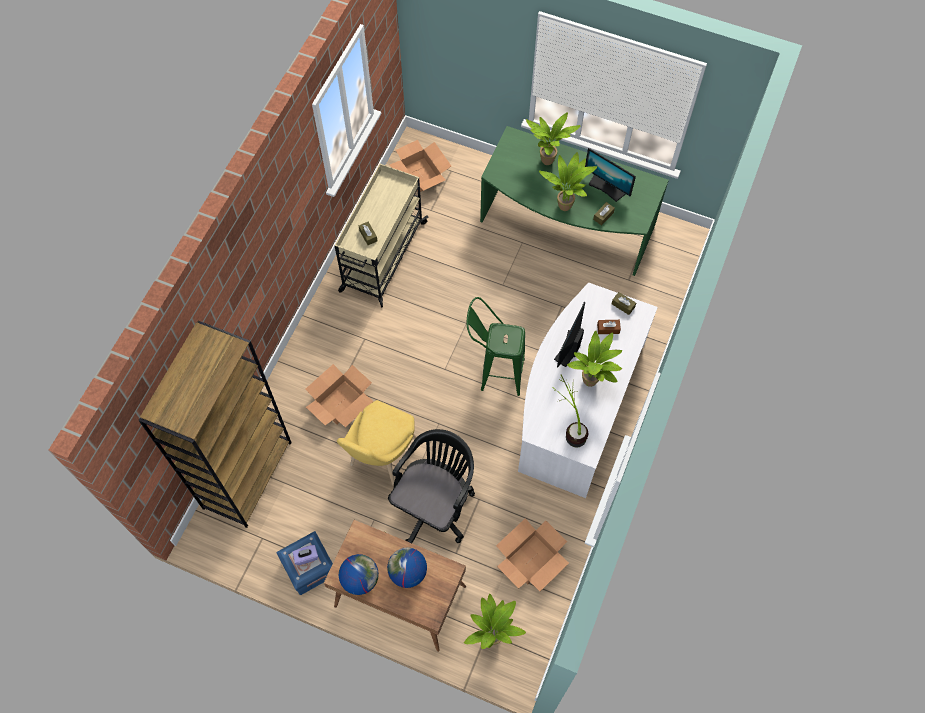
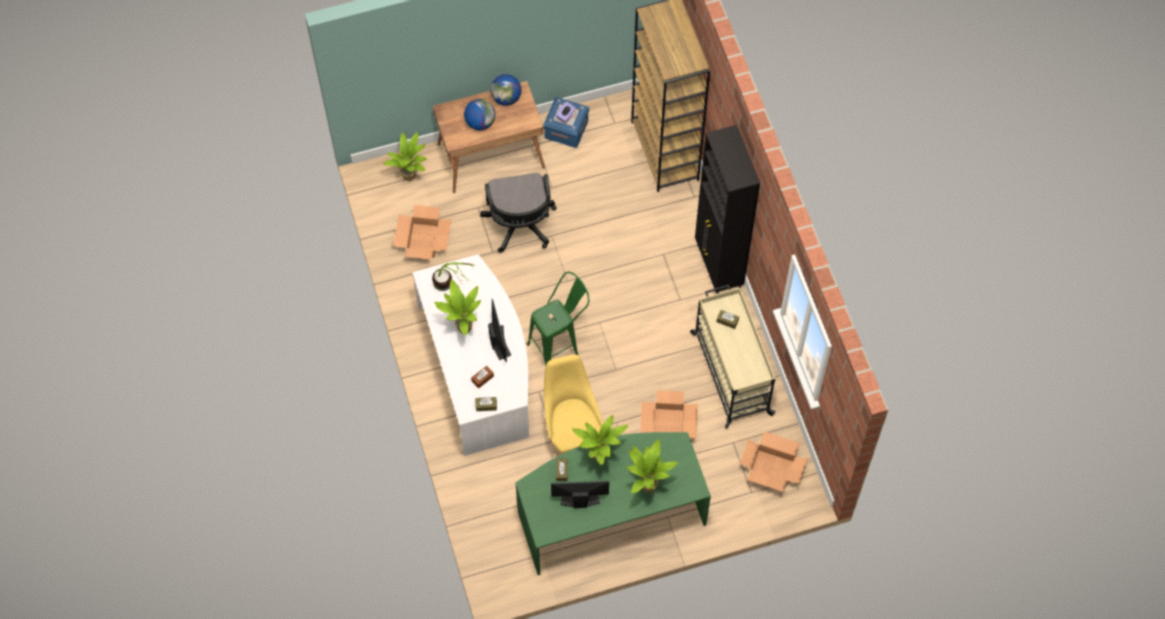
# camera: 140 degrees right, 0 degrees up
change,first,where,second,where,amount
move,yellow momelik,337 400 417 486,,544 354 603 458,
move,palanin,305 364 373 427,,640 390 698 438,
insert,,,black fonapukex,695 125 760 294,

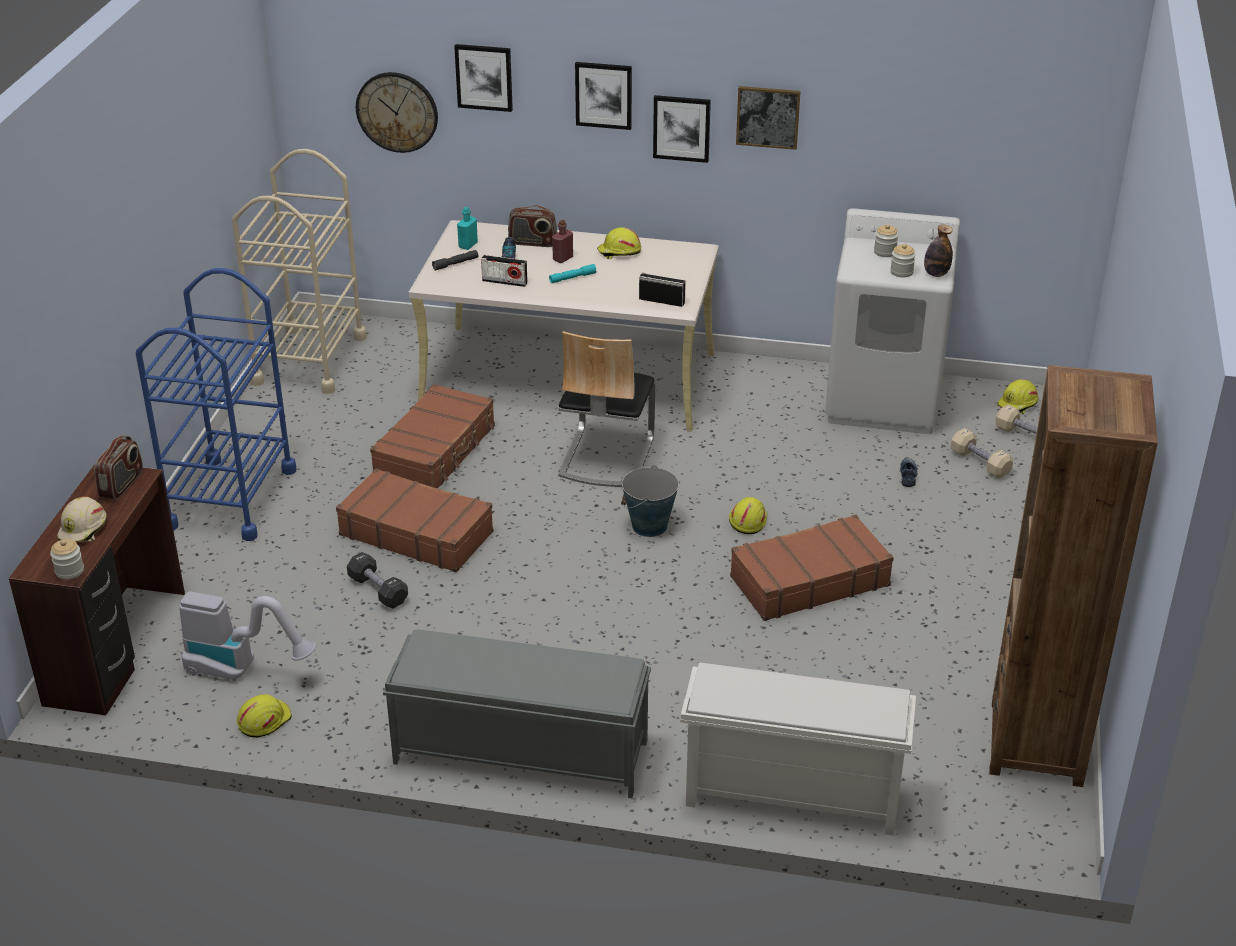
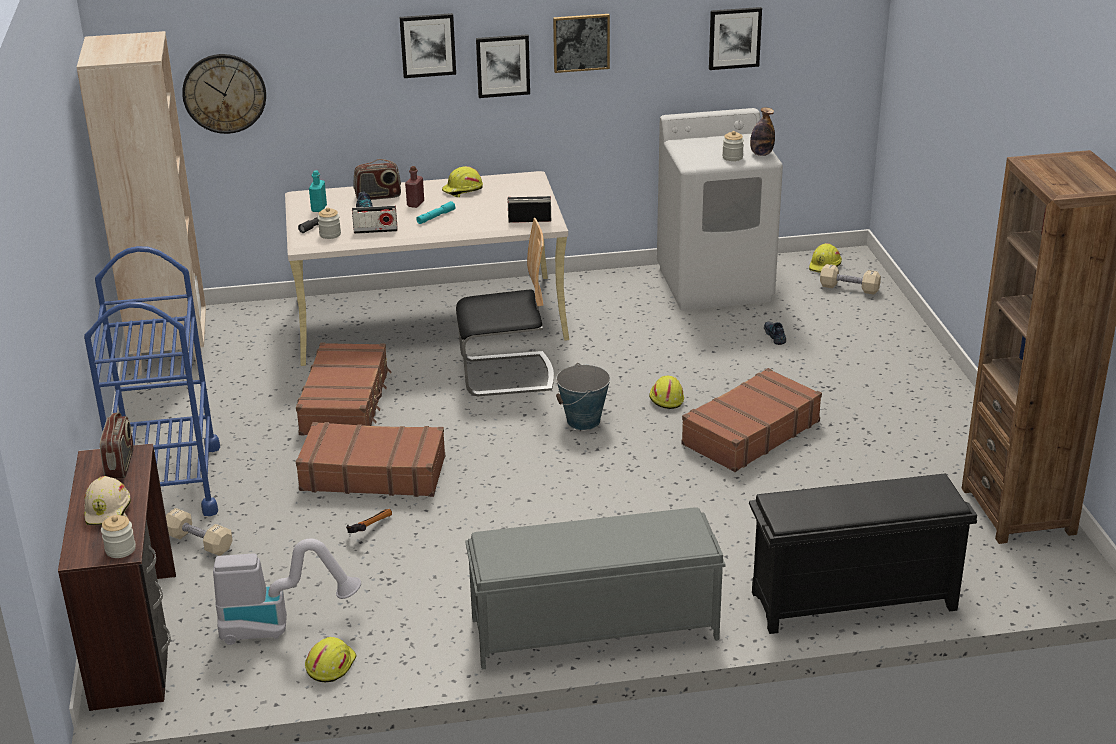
# camera: 20 degrees left, 5 degrees down
change,first,where,second,where,amount
replace,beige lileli,232 149 367 394,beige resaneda,77 31 206 376,
move,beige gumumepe,951 428 1013 479,,166 508 232 556,
move,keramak,874 224 898 257,,318 207 341 239,
replace,black gumumepe,347 552 408 609,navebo,346 509 392 533,
rotate,momelik,558 331 655 487,,456 218 554 396,90 degrees counterclockwise
move,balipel,454 44 513 112,,709 7 762 70,
recolor,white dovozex,680 663 916 836,black dovozex,749 474 977 634,

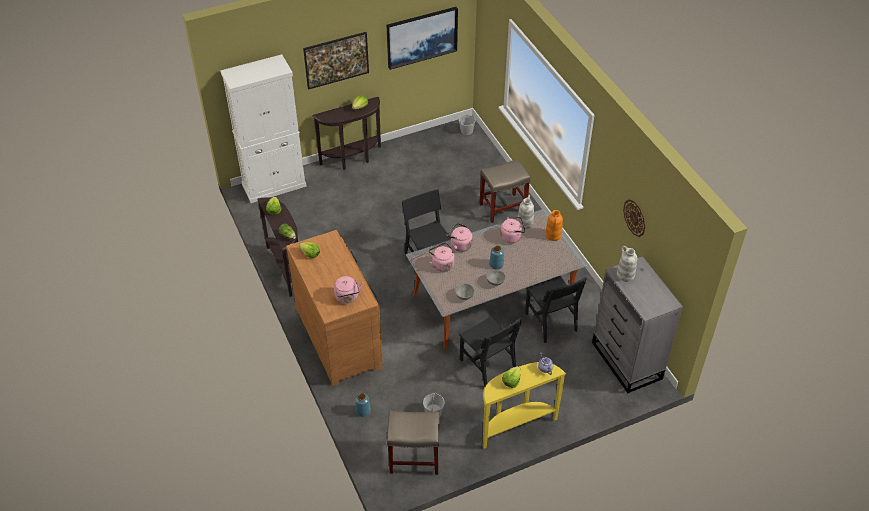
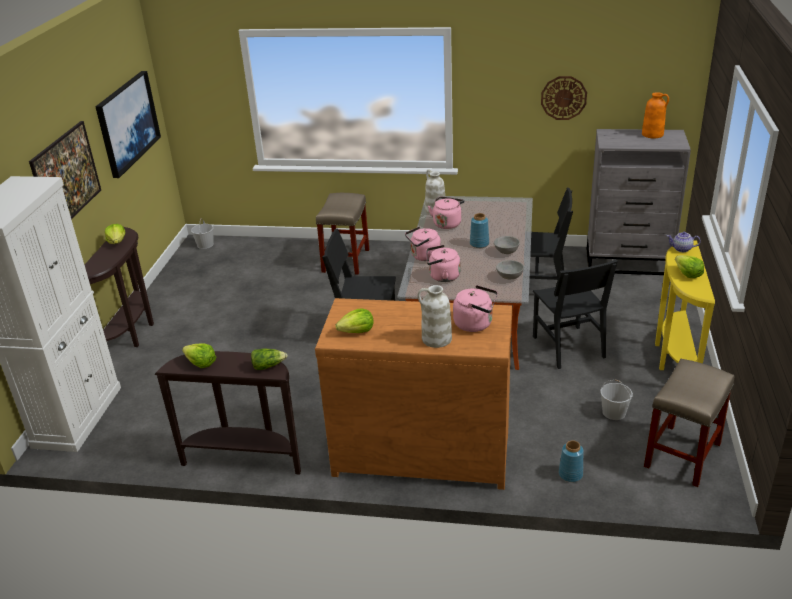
# camera: 55 degrees left, 15 degrees down
change,first,where,second,where,amount
move,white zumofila,617 246 637 282,,418 285 452 348,
rotate,black momelik,459 316 522 387,,533 260 618 369,75 degrees clockwise
move,orange zumofila,545 210 563 241,,642 92 669 138,

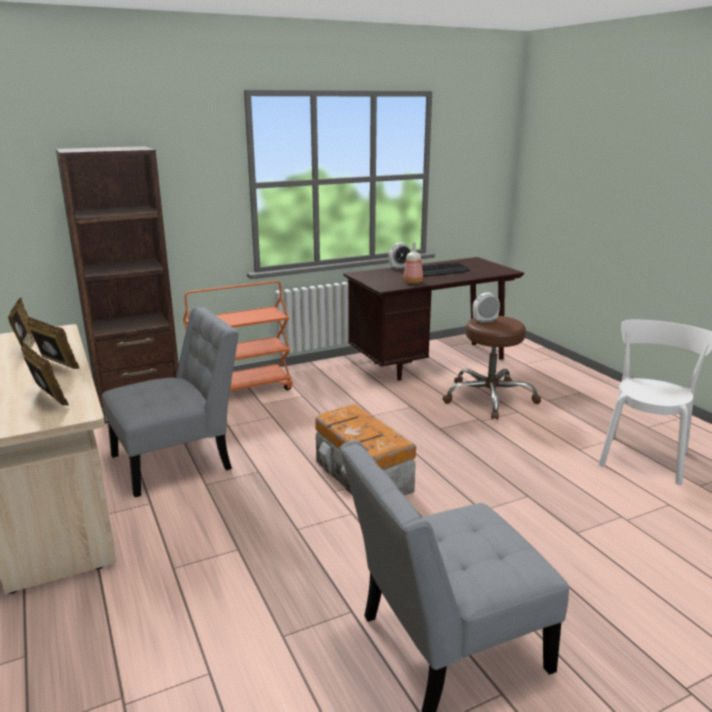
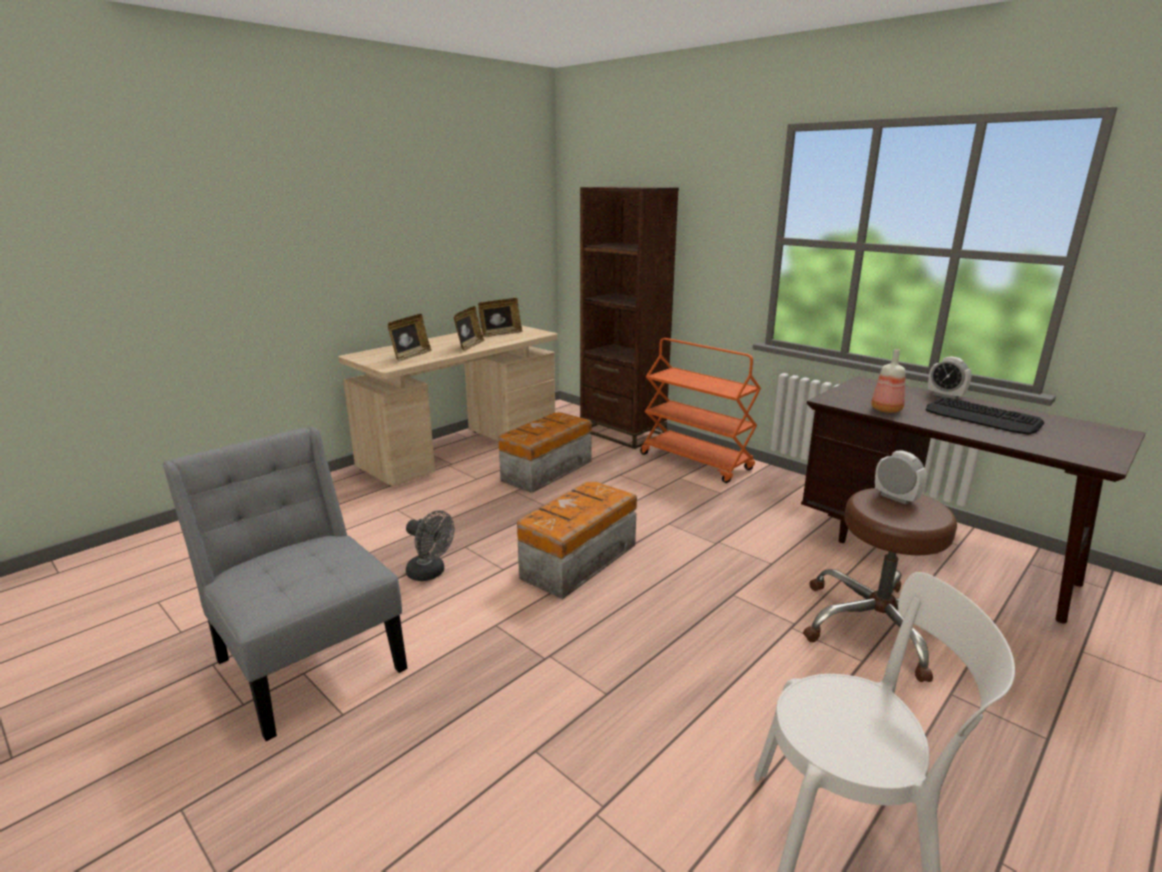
# camera: 70 degrees right, 0 degrees up
change,first,where,second,where,amount
insert,,,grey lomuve,406 510 454 581,
replace,grey momelik,102 306 239 497,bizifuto,498 412 592 493,

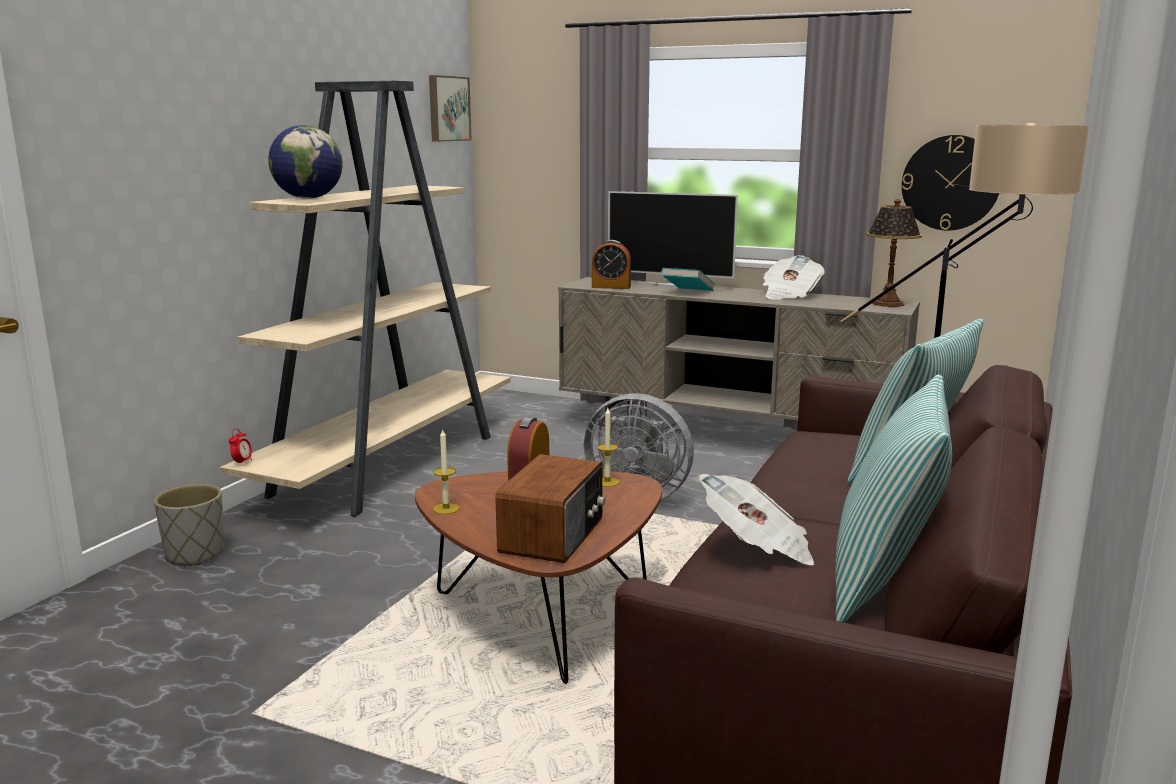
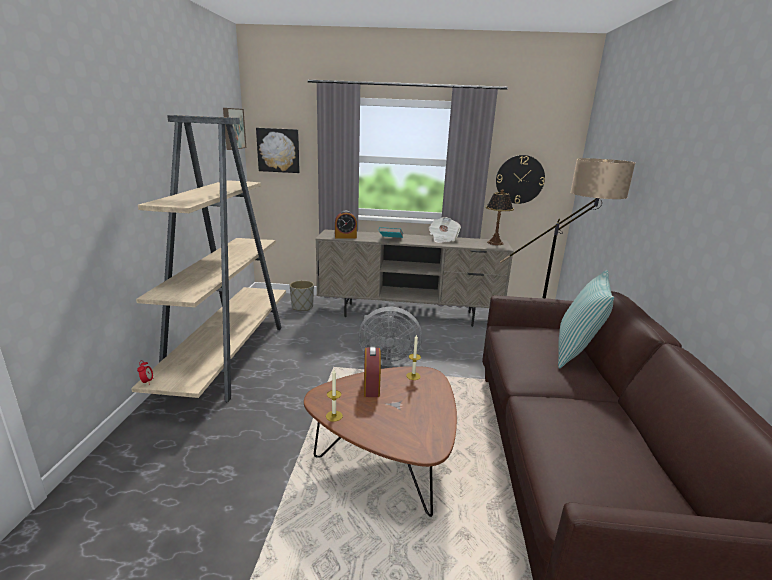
# camera: 20 degrees left, 5 degrees up
change,first,where,second,where,amount
insert,,,balipel,256 128 300 173,
move,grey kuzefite,154 484 224 565,,290 281 314 311,
delete,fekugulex,268 125 342 199,,,
delete,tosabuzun,495 454 605 563,,,
delete,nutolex,608 191 738 286,,,
delete,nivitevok,699 474 815 565,,,
delete,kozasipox,835 374 952 623,,,

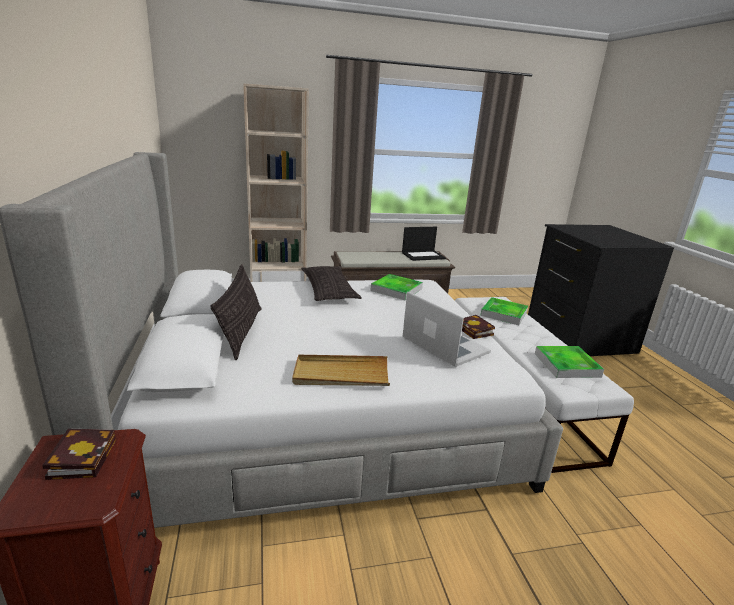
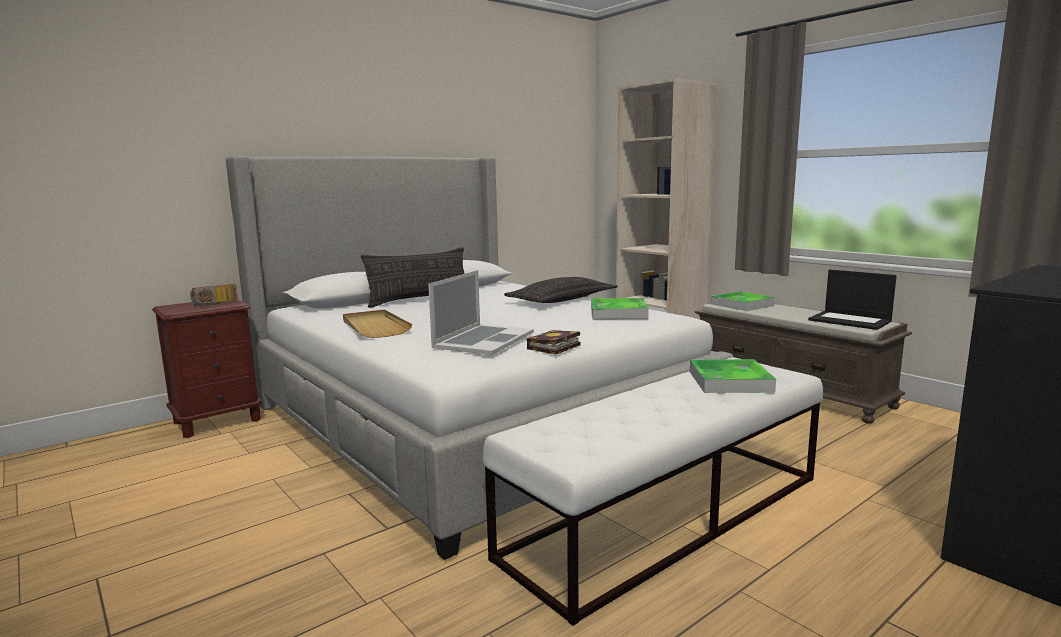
# camera: 65 degrees right, 10 degrees down
change,first,where,second,where,amount
replace,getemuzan,42 429 116 480,tosabuzun,190 283 238 306,
move,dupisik,535 346 604 378,,711 291 775 311,

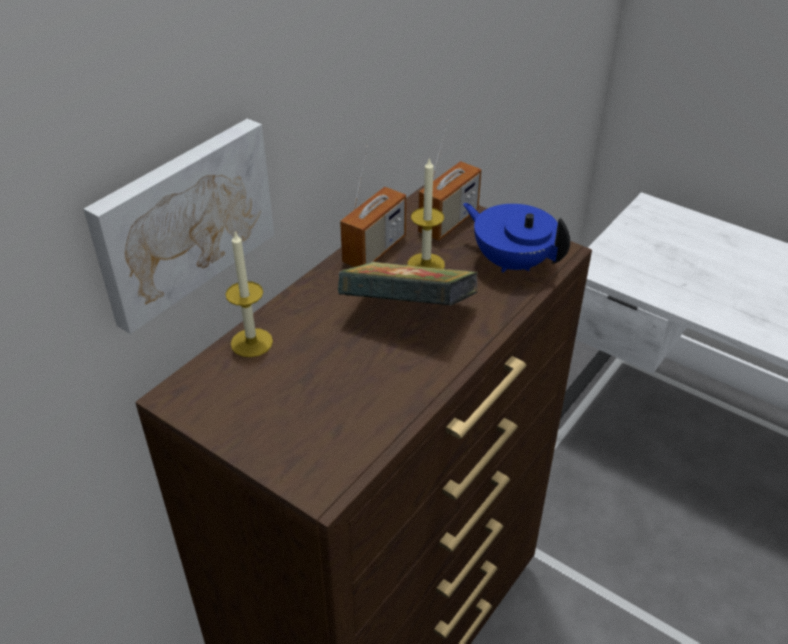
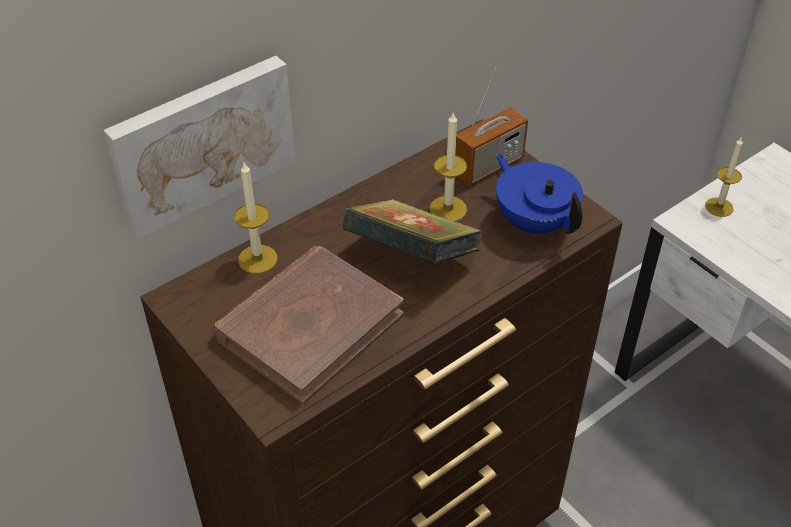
# camera: 15 degrees right, 5 degrees up
change,first,where,second,where,amount
insert,,,brown getemuzan,213 246 404 404,
insert,,,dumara,705 138 743 217,
delete,tosabuzun,340 145 406 267,,,

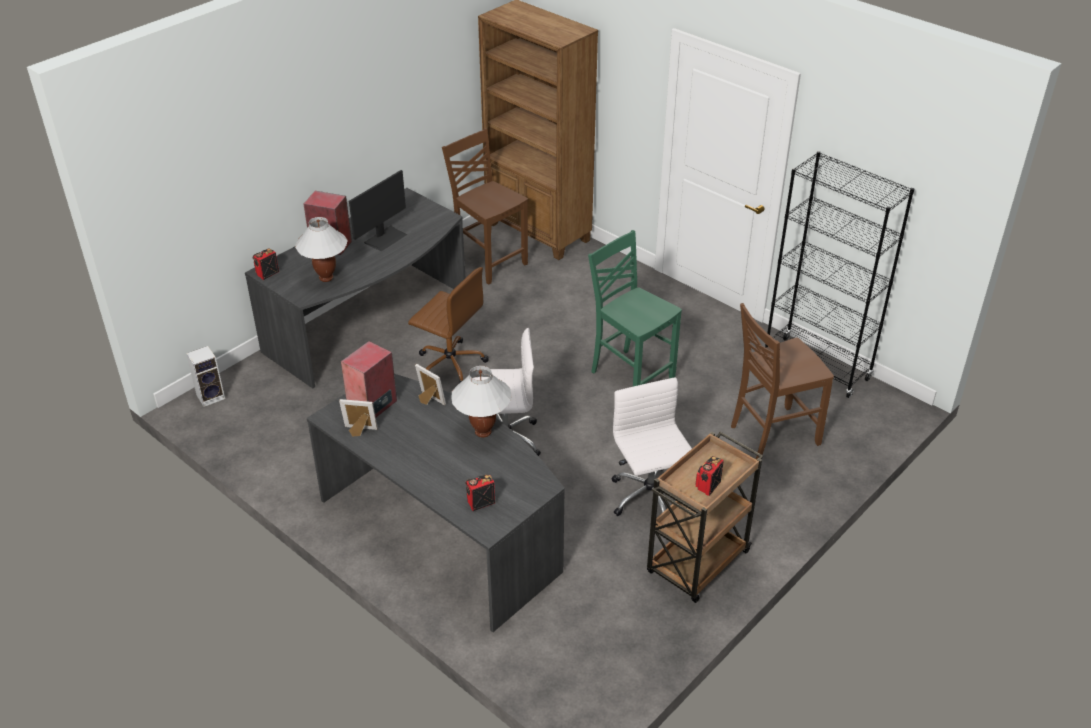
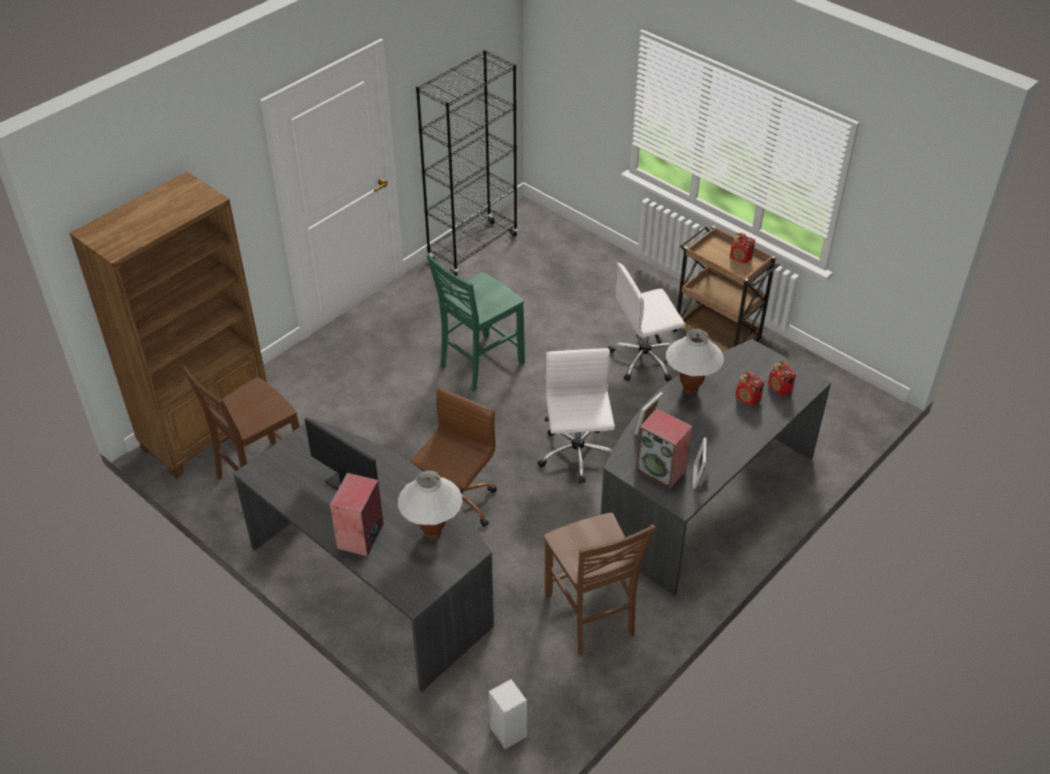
# camera: 90 degrees left, 5 degrees up
change,first,where,second,where,amount
move,brown momelik,731 303 834 459,,544 513 655 655,
move,tosabuzun,253 248 279 280,,736 371 764 406,

